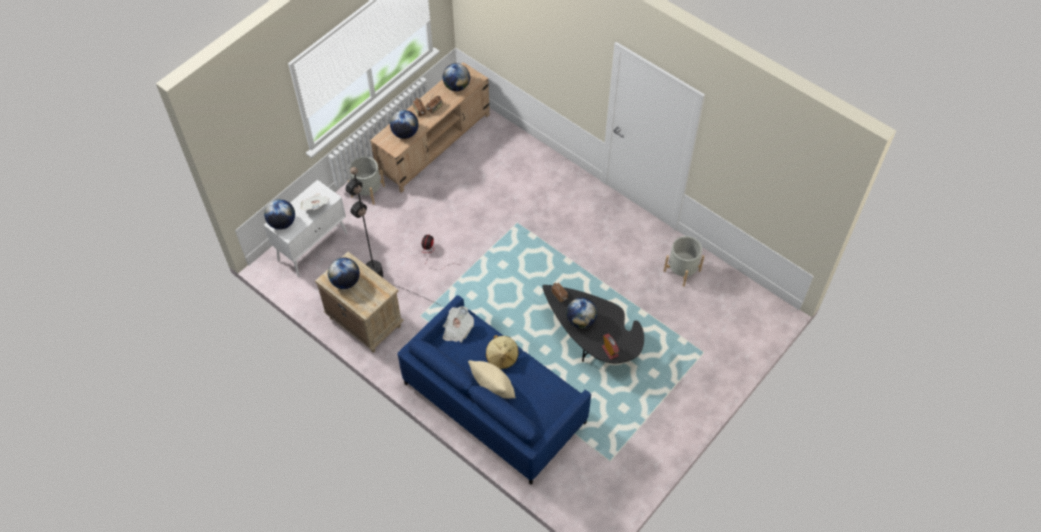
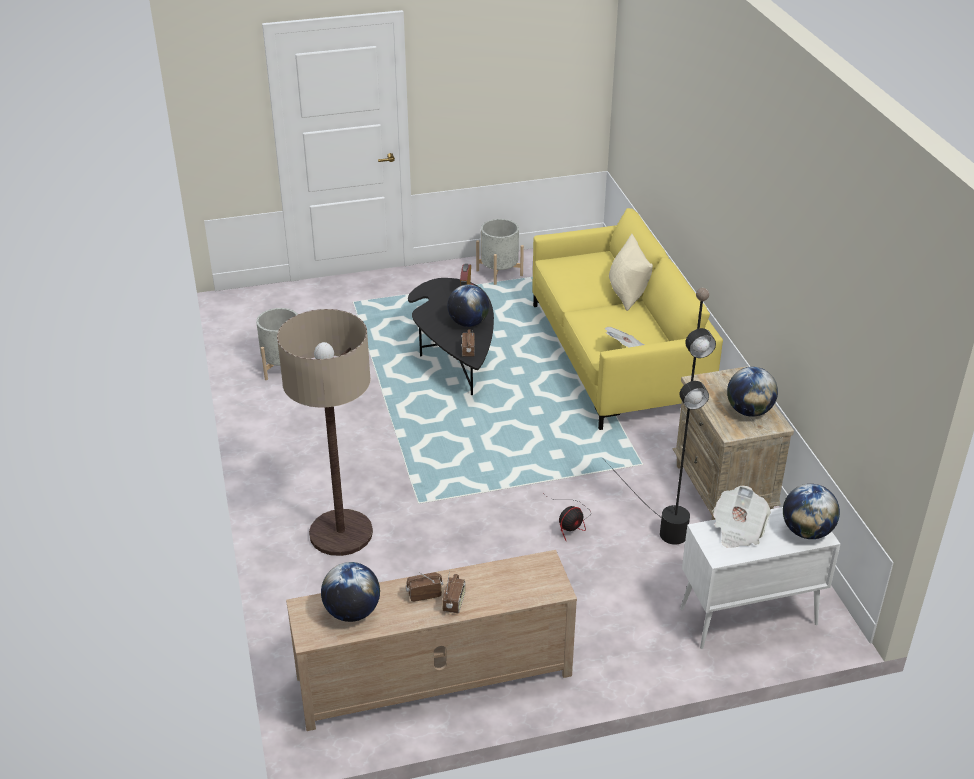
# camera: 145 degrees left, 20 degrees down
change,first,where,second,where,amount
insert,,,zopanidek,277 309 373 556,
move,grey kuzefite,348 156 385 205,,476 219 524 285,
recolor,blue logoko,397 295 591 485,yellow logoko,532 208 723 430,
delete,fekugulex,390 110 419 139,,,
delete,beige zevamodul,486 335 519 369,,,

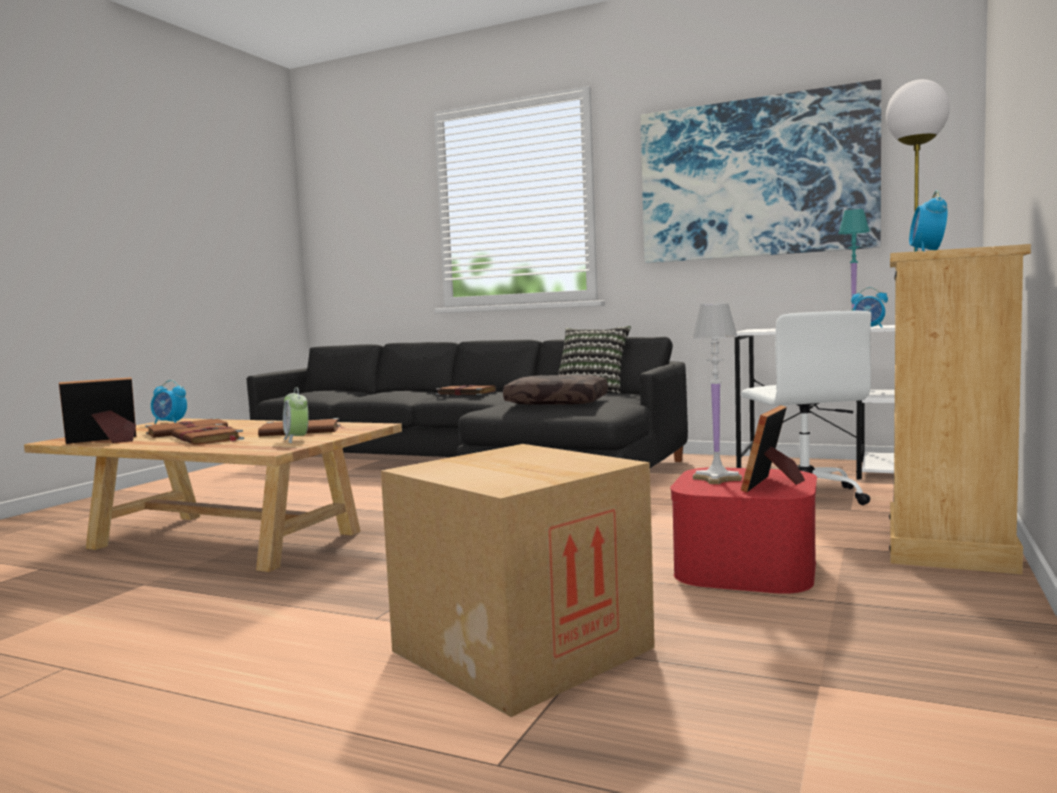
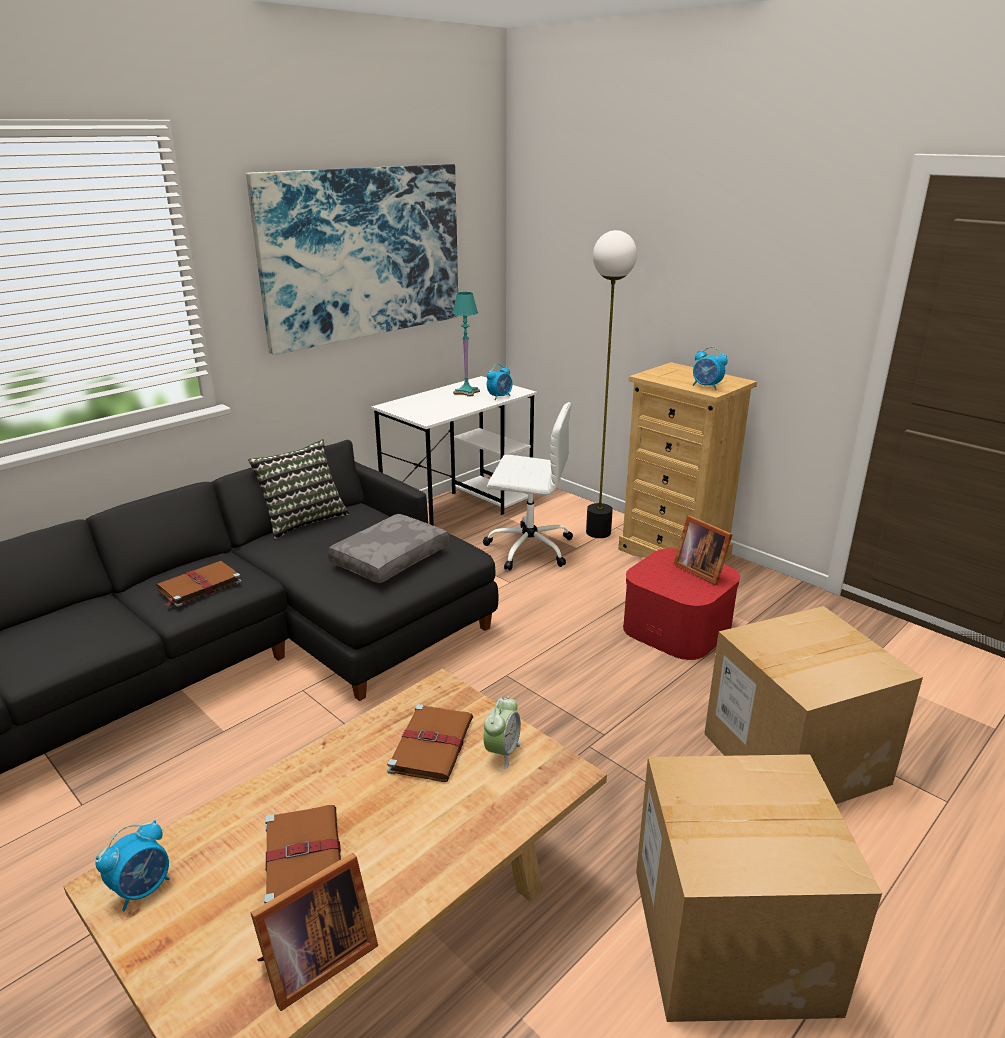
# camera: 70 degrees left, 20 degrees up
change,first,where,second,where,amount
rotate,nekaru,59 377 137 444,,250 853 378 1011,120 degrees counterclockwise
recolor,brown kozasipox,503 375 608 405,grey kozasipox,328 514 449 583,
rotate,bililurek,283 387 309 443,,483 696 521 770,60 degrees counterclockwise
insert,,,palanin,636 754 882 1022,
delete,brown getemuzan,171 424 244 445,,,
delete,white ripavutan,692 303 742 484,,,

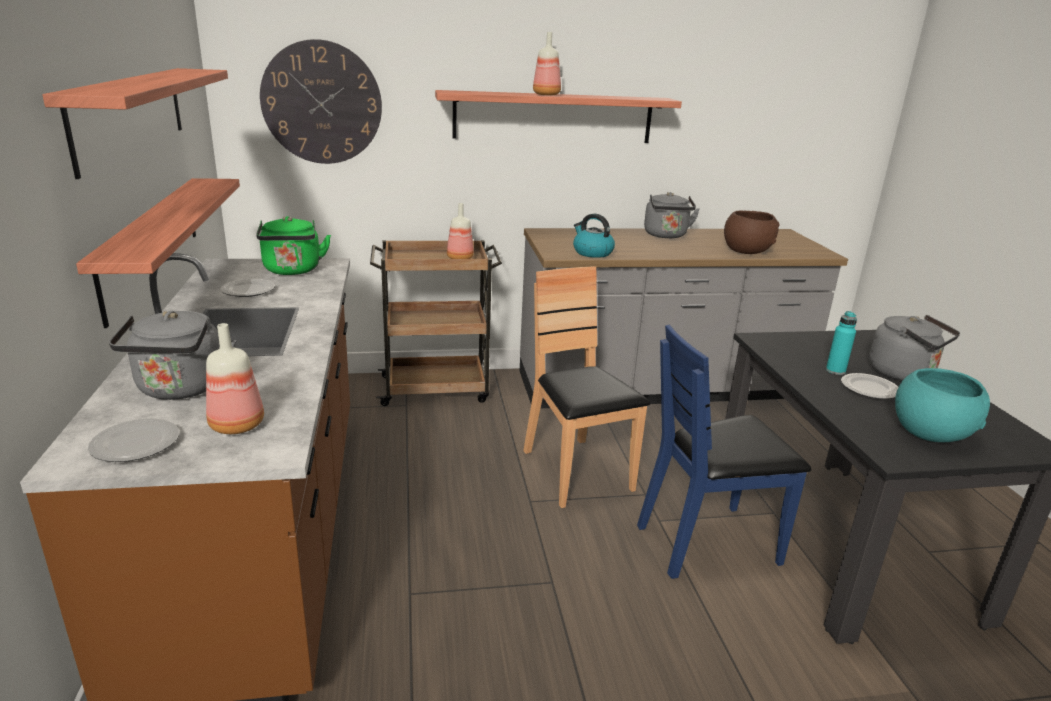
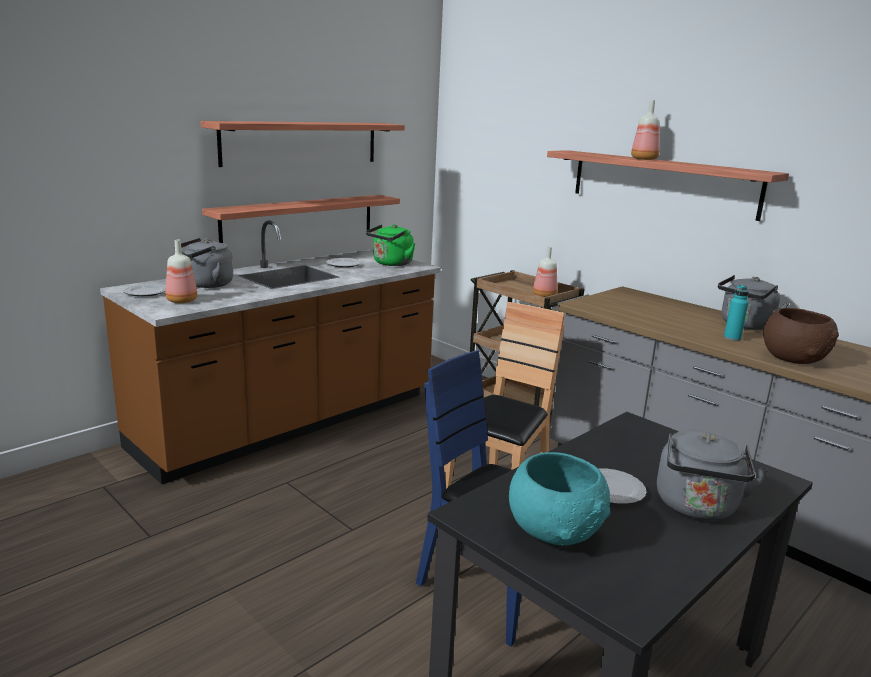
# camera: 55 degrees right, 5 degrees down
change,first,where,second,where,amount
move,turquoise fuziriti,826 311 857 375,,724 285 749 341,
delete,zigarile,260 39 382 164,,,
delete,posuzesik,573 214 615 258,,,

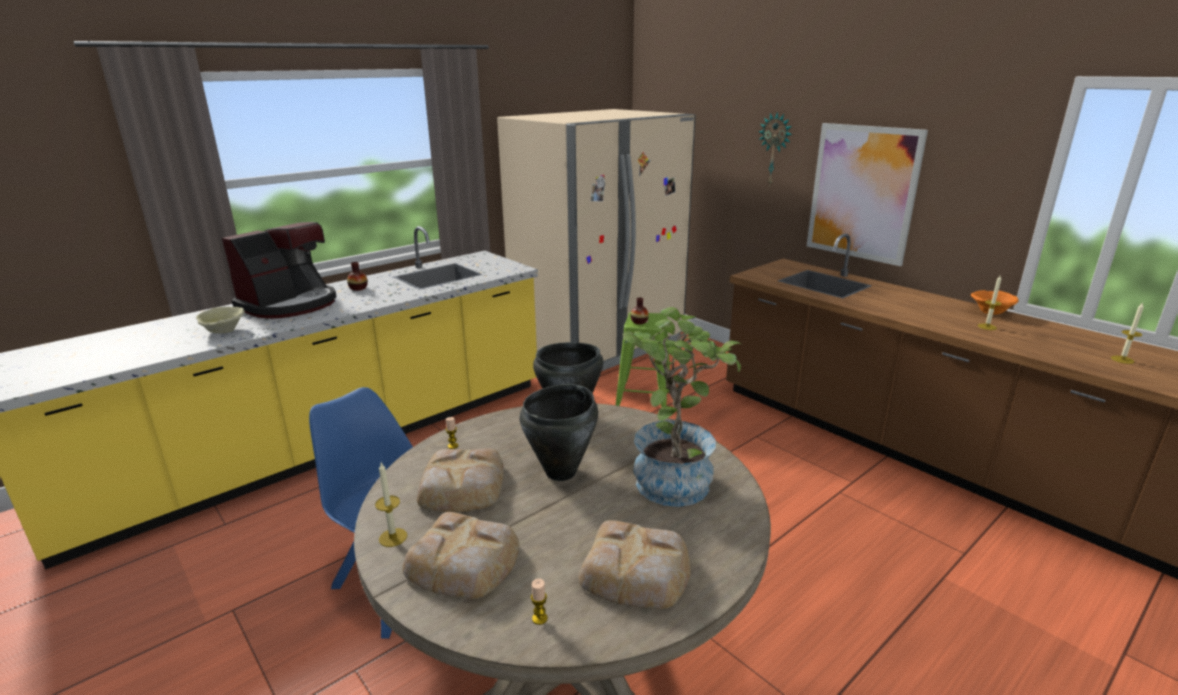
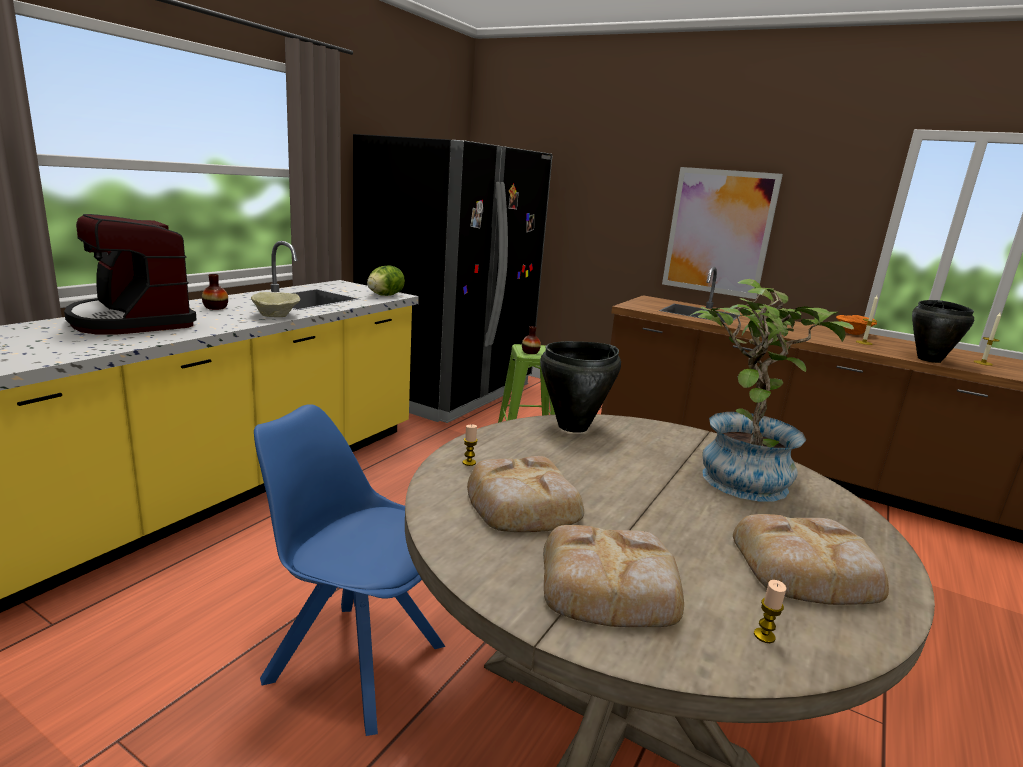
# camera: 20 degrees left, 5 degrees down
change,first,where,second,where,amount
rotate,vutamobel,222 222 337 319,,64 214 197 335,120 degrees clockwise
move,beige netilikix,196 307 245 333,,251 292 300 317,
recolor,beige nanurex,497 109 696 371,black nanurex,353 134 553 423,
insert,,,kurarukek,367 265 405 296,
move,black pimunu,519 384 598 481,,912 300 974 363,
delete,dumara,375 463 407 547,,,
delete,zigarile,758 112 793 186,,,

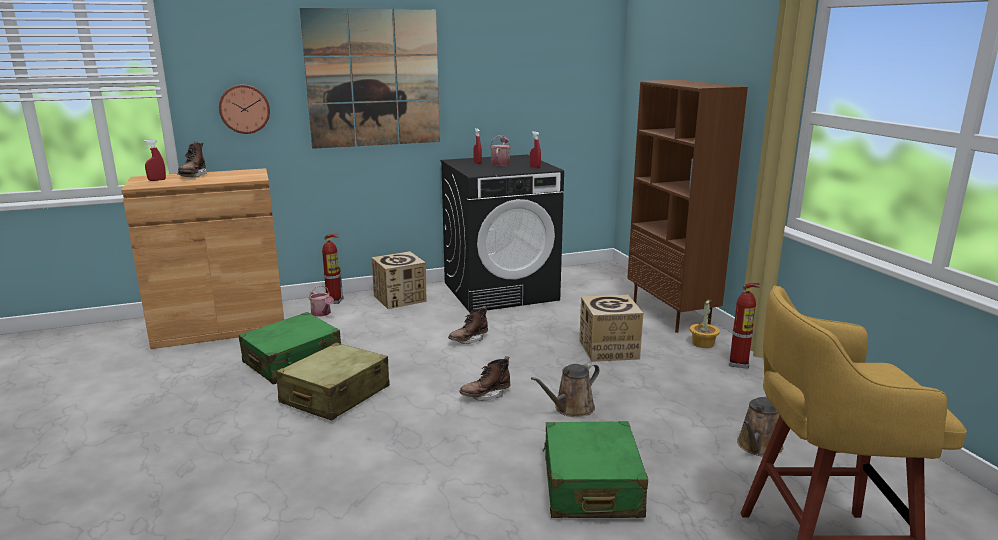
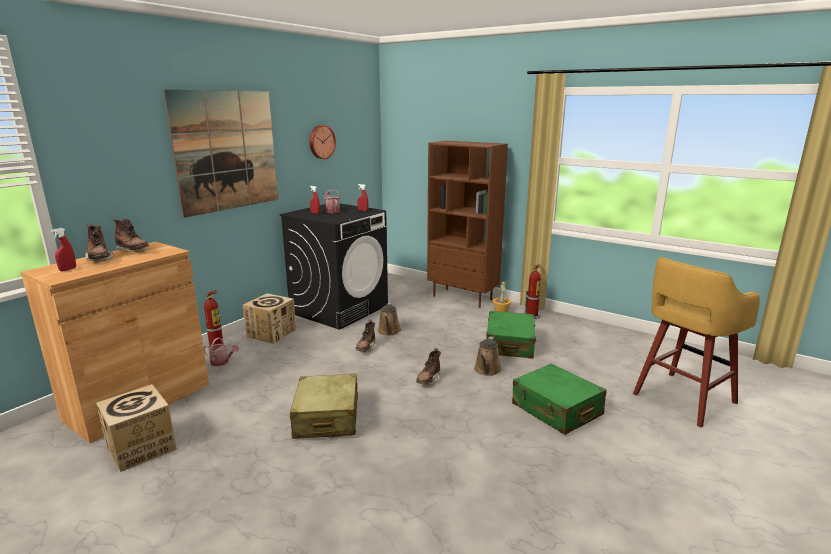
# camera: 35 degrees left, 0 degrees up
change,first,where,second,where,amount
move,palanin,579 295 644 362,,96 384 177 472,
insert,,,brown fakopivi,113 219 149 252,
move,zigarile,219 84 270 134,,309 125 336 159,
move,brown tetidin,737 396 783 457,,378 303 401 335,
move,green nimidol,239 312 341 385,,486 311 537 359,

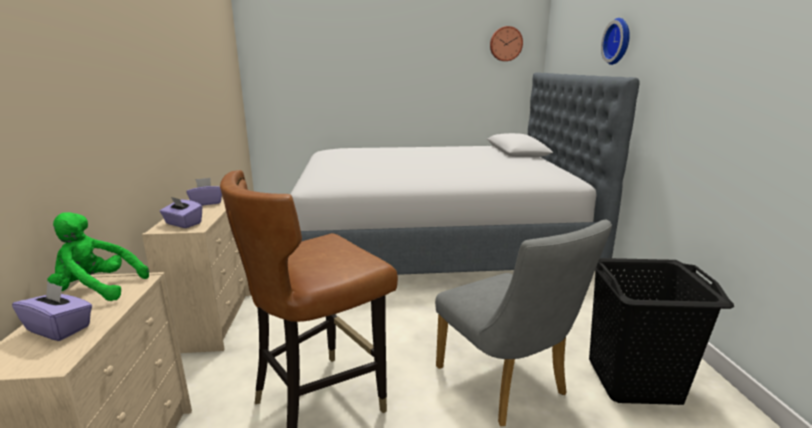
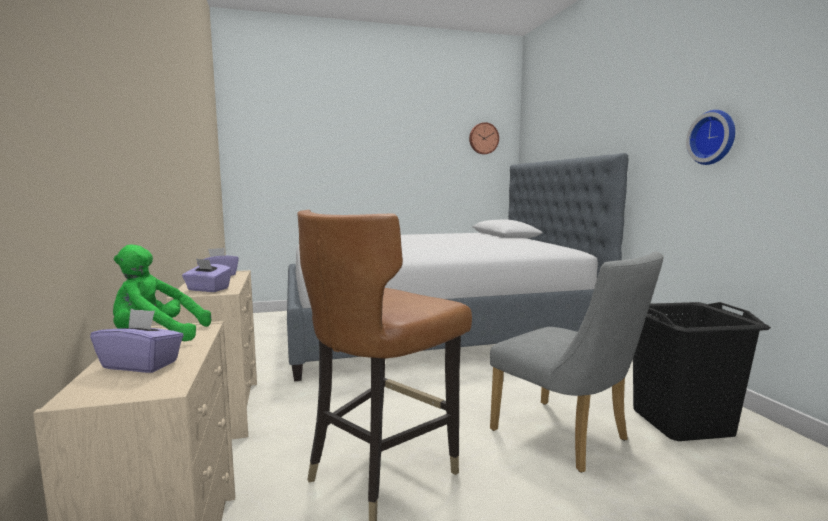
# camera: 10 degrees left, 10 degrees down
change,first,where,second,where,amount
move,zigarile,601 18 630 65,,686 110 735 165,

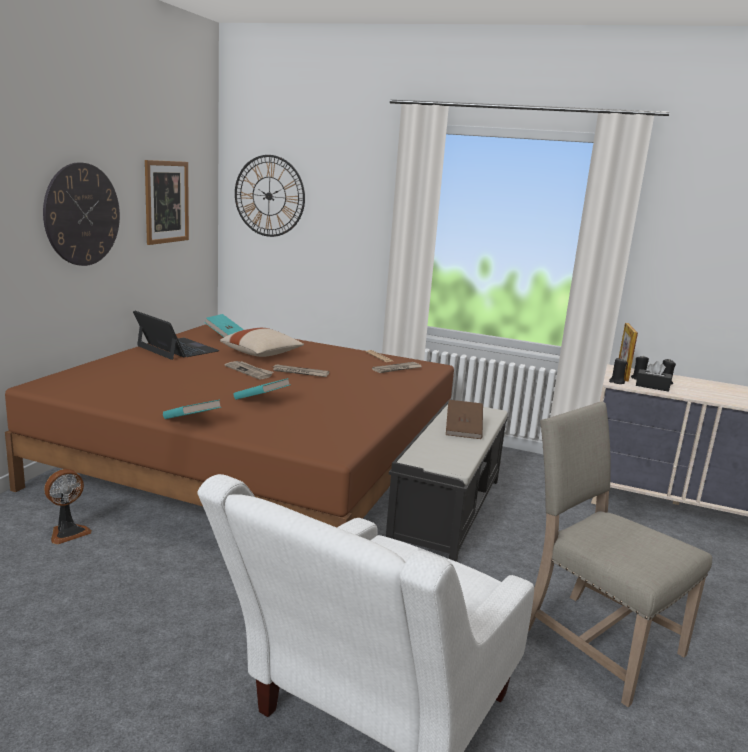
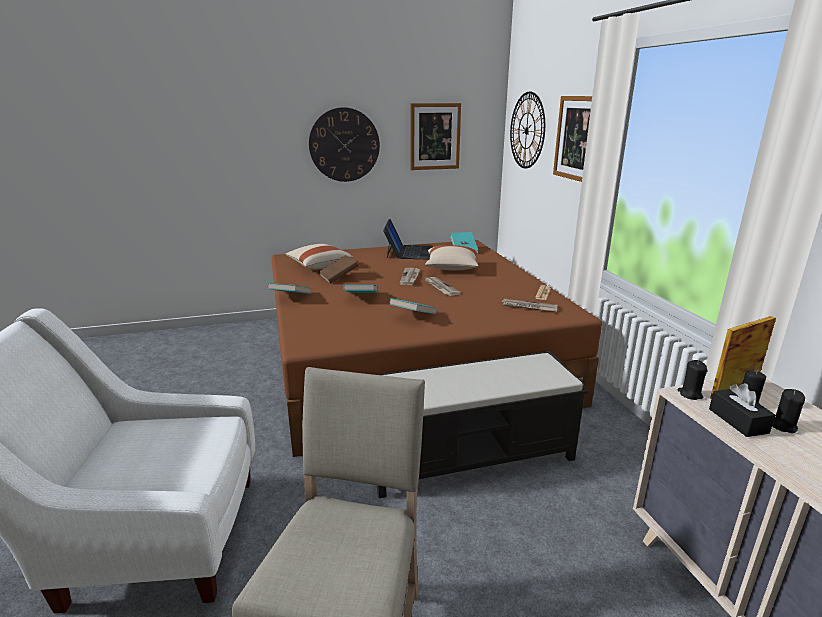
# camera: 55 degrees right, 5 degrees up
change,first,where,second,where,amount
insert,,,beige kozasipox,285 244 353 270,
move,brown getemuzan,446 400 483 439,,319 255 358 284,
insert,,,turquoise getemuzan,389 298 438 314,
insert,,,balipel,553 96 592 182,
delete,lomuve,44 469 92 544,,,

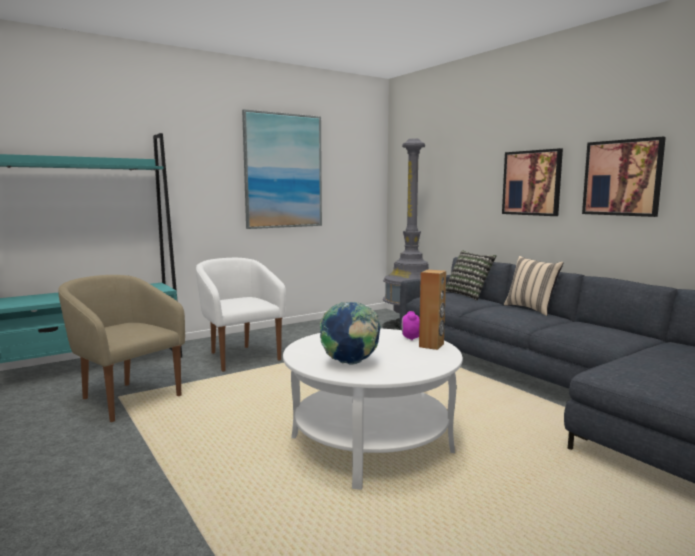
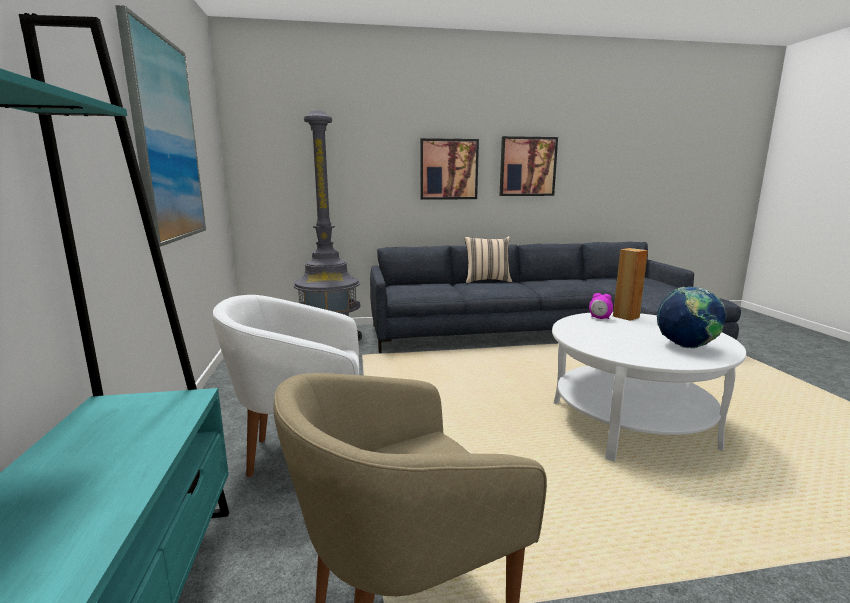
# camera: 65 degrees left, 5 degrees up
change,first,where,second,where,amount
delete,kozasipox,446 250 496 301,,,

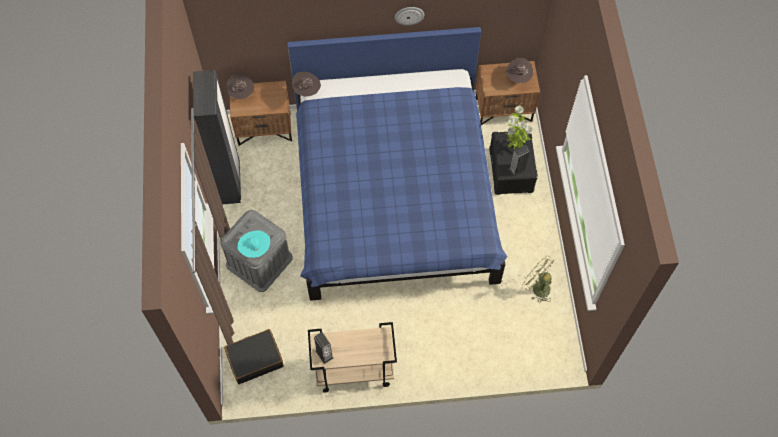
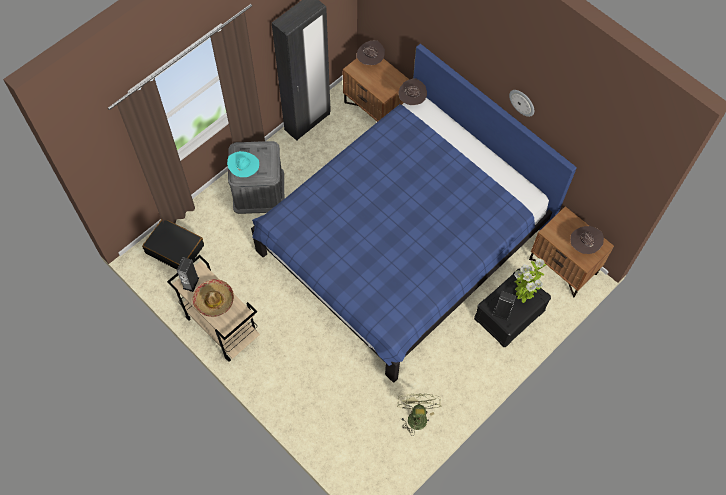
# camera: 50 degrees right, 0 degrees up
change,first,where,second,where,amount
insert,,,zevamodul,192 279 234 317,

